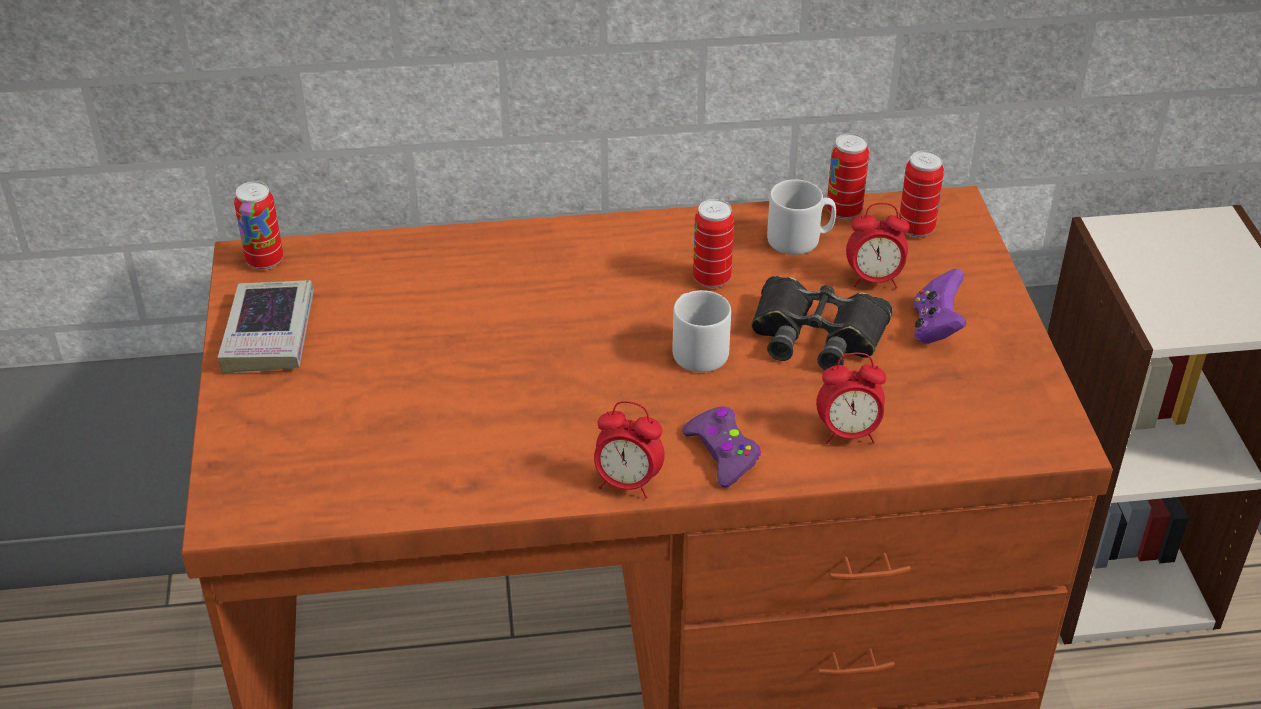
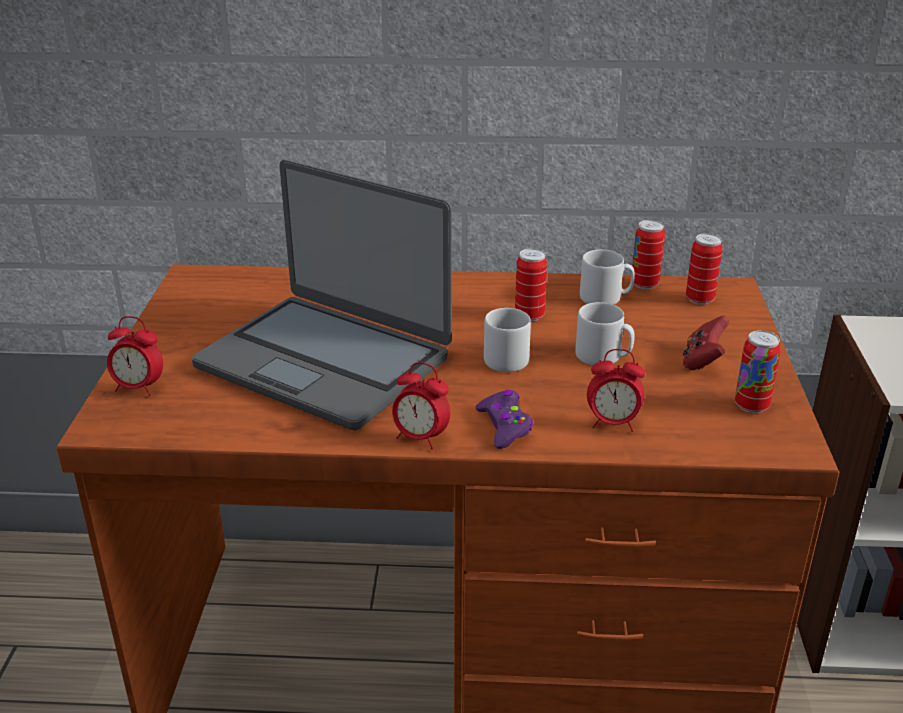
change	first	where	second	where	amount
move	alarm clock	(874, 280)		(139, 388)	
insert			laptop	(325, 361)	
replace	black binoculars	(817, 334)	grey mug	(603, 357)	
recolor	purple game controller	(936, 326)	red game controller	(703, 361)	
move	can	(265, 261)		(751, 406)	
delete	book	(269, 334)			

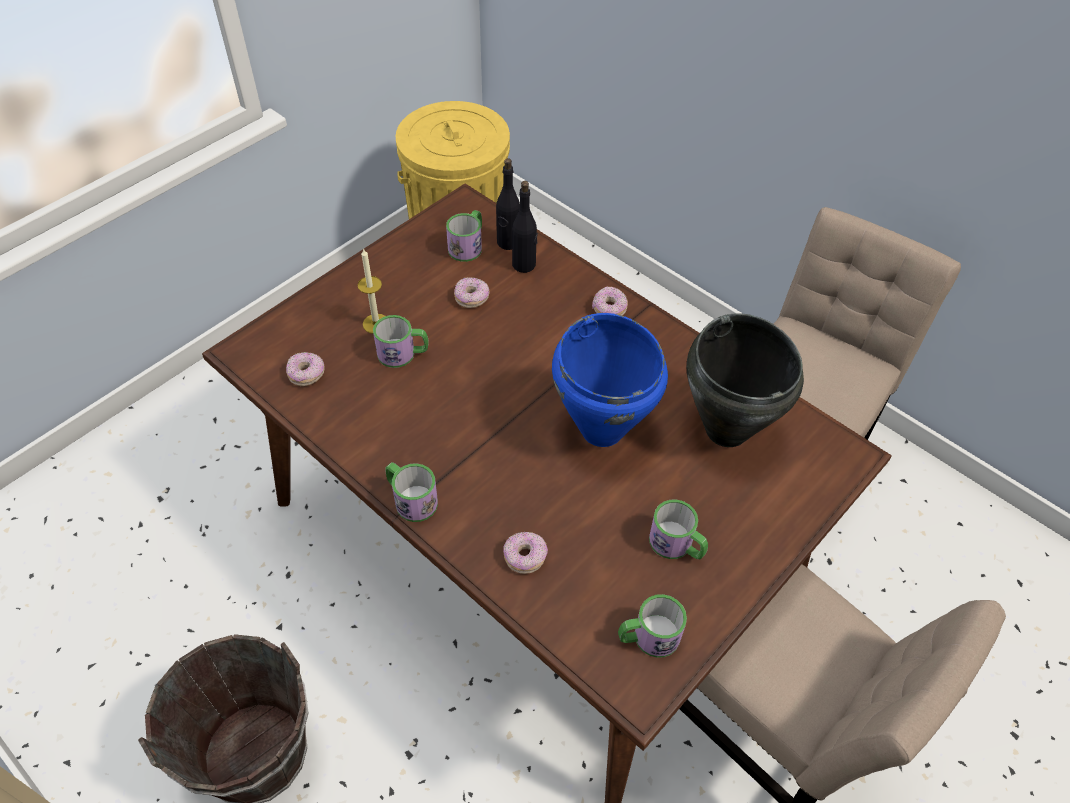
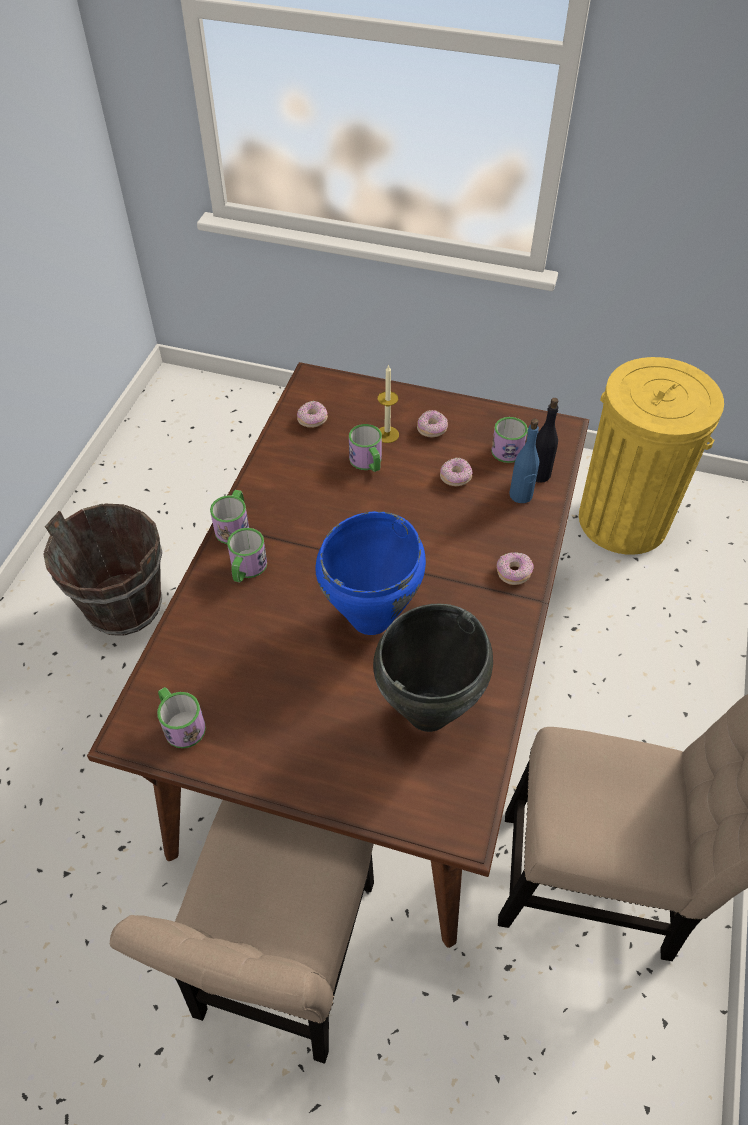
change	first	where	second	where	amount
move	mug	(677, 545)		(246, 569)	
move	donut	(525, 557)		(432, 430)	
recolor	black bottle	(524, 264)	blue bottle	(521, 495)	

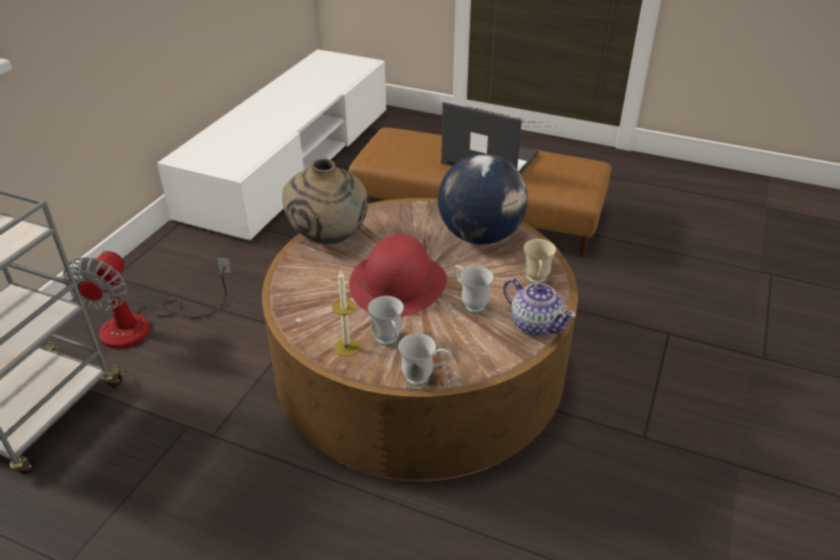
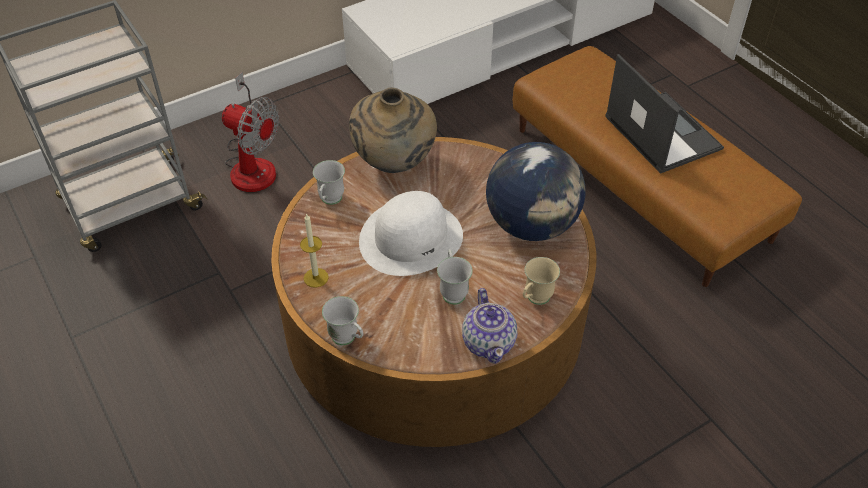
change	first	where	second	where	amount
rotate	fan	(144, 326)		(252, 164)	105 degrees counterclockwise
move	white mug	(389, 342)		(330, 201)	
recolor	red hat	(398, 283)	white hat	(411, 238)	

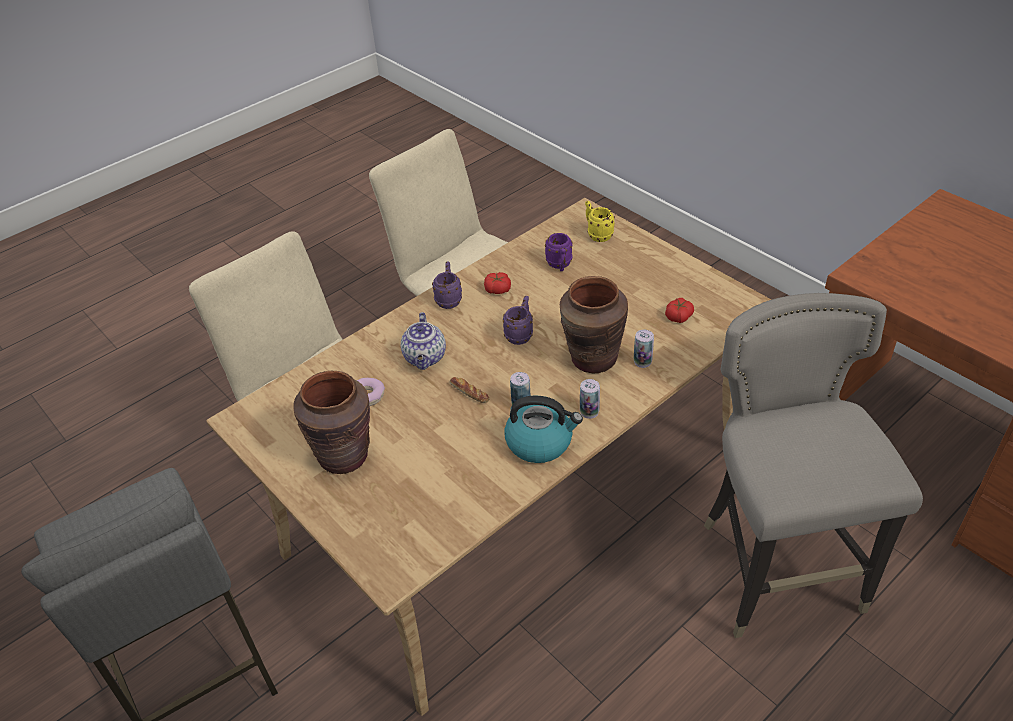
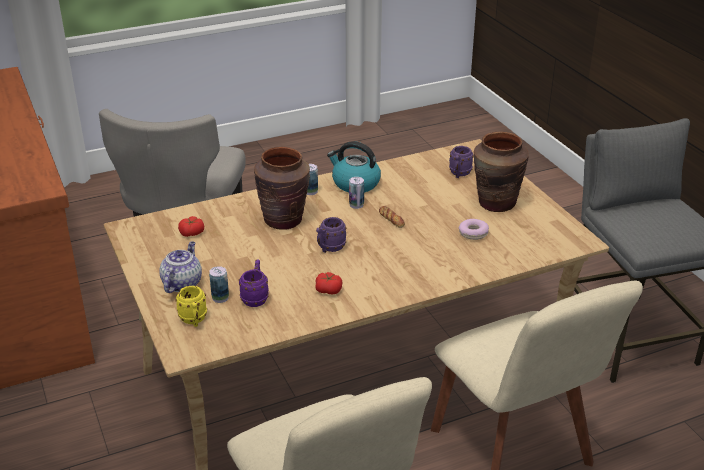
change	first	where	second	where	amount
move	teapot	(425, 358)		(182, 283)	
move	can	(642, 361)		(220, 298)	
move	purple mug	(449, 299)		(459, 174)	

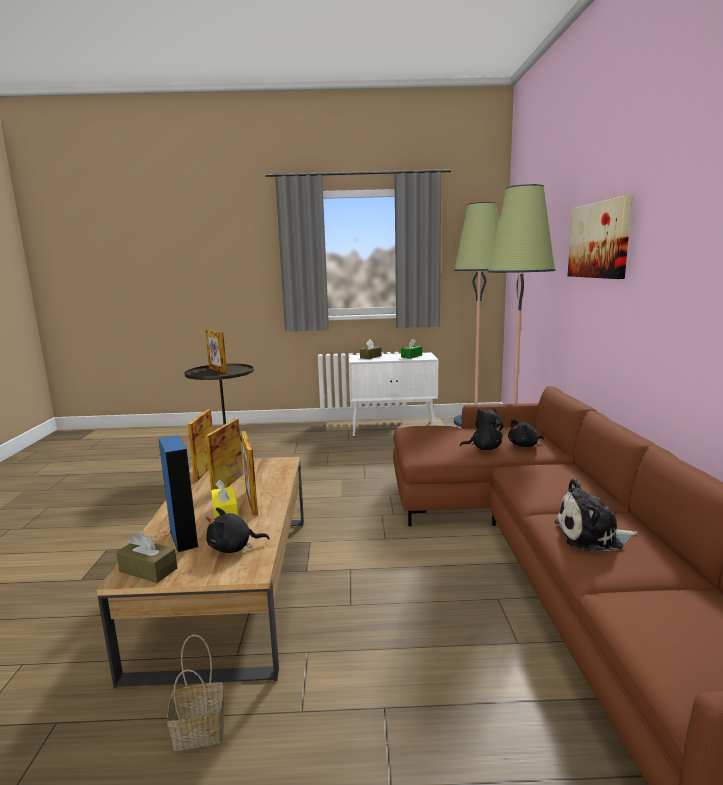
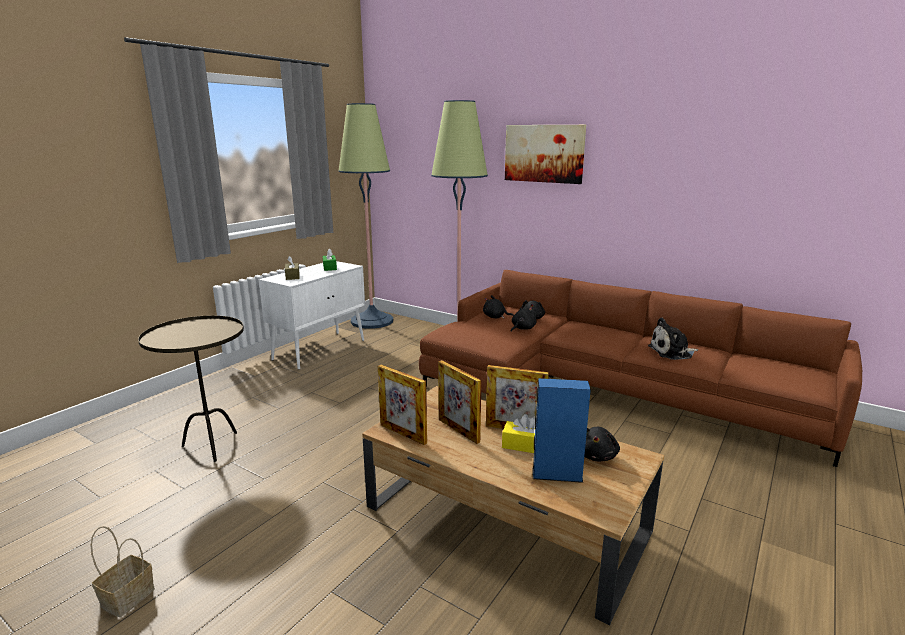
change	first	where	second	where	amount
move	basket	(201, 729)		(128, 596)	
rotate	plush toy	(592, 536)		(672, 352)	45 degrees clockwise
delete	brown tissue box	(148, 570)			
delete	picture frame	(217, 370)			

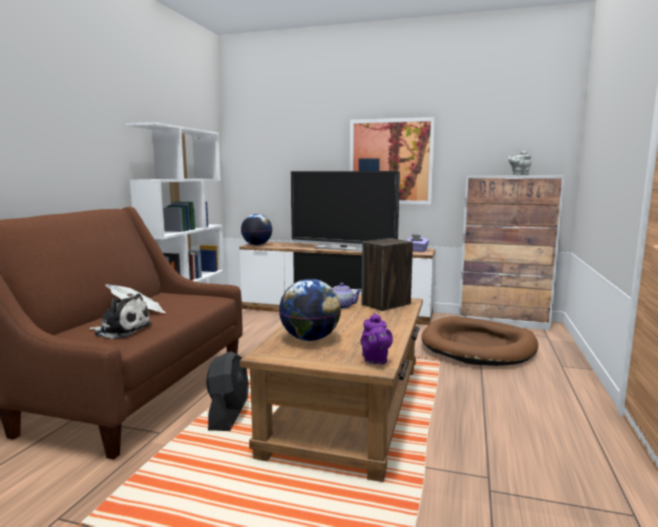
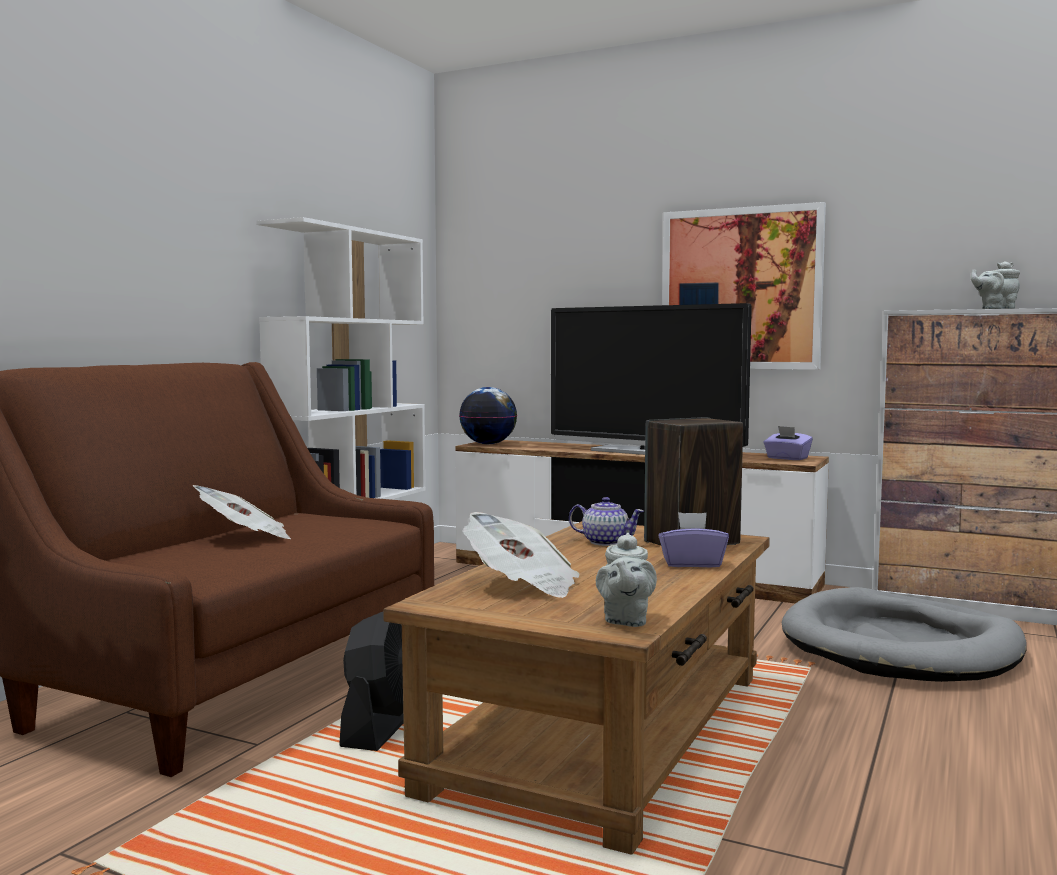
change	first	where	second	where	amount
replace	globe	(310, 339)	newspaper	(522, 585)	
recolor	purple teapot	(375, 360)	grey teapot	(625, 620)	
insert			purple tissue box	(692, 563)	
recolor	brown dog bed	(478, 346)	grey dog bed	(900, 646)	
delete	plush toy	(121, 330)			

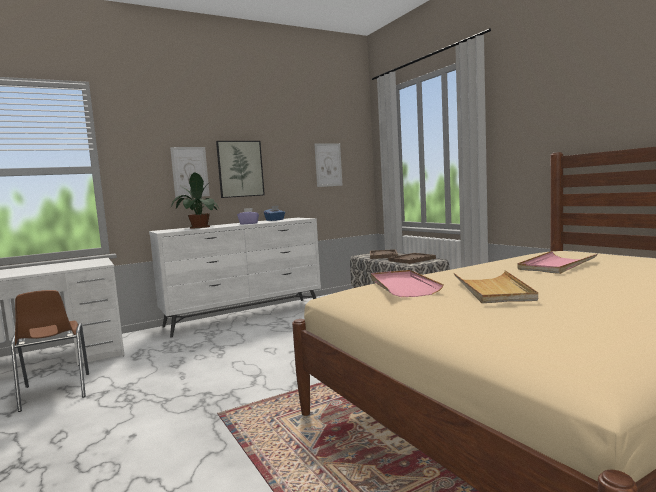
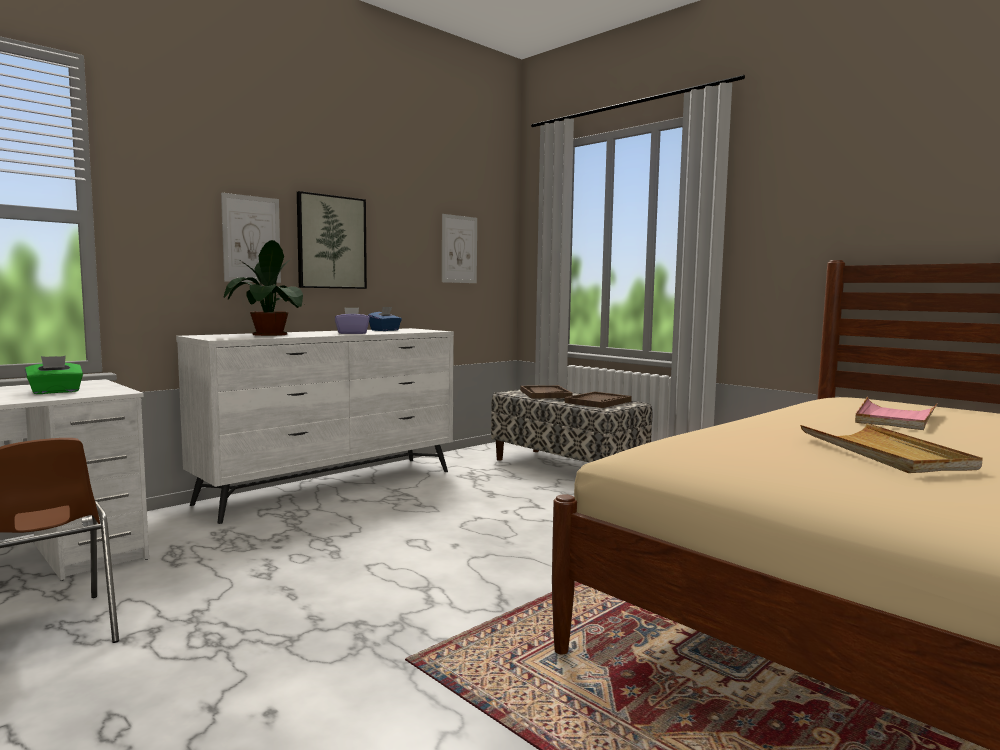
change	first	where	second	where	amount
insert			green tissue box	(55, 392)	
delete	pink tray	(402, 286)			

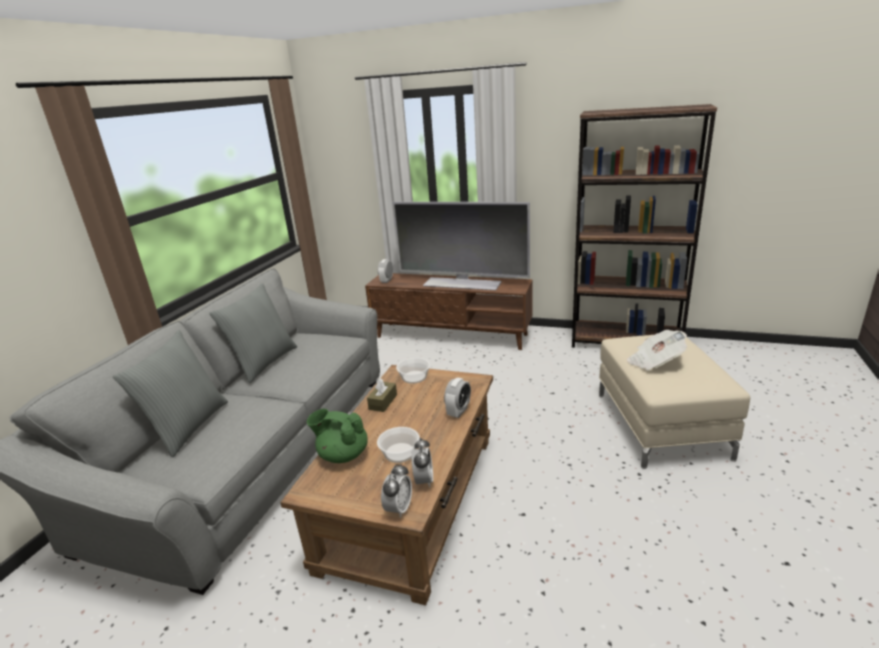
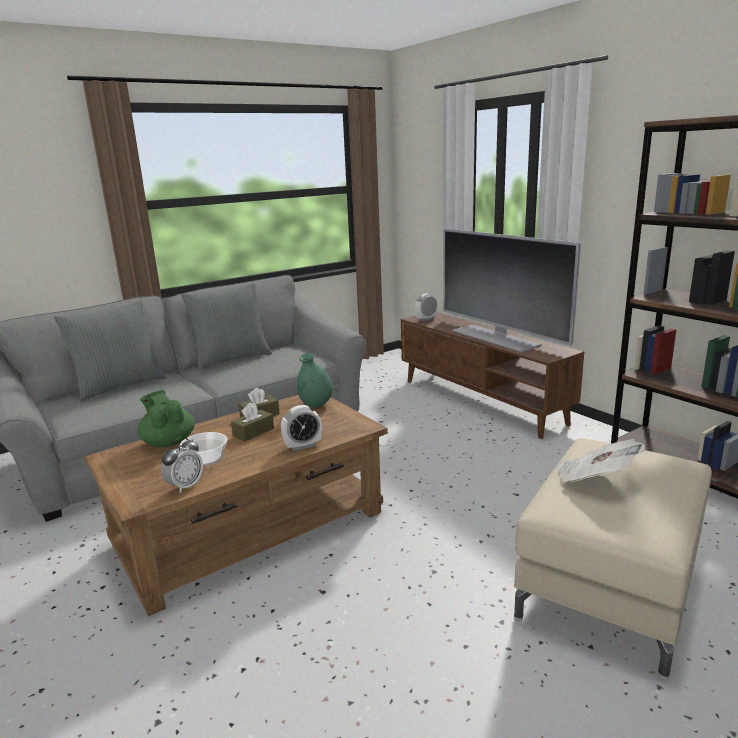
change	first	where	second	where	amount
insert			brown tissue box	(253, 432)	
replace	bowl	(414, 377)	green vase	(316, 405)	
delete	alarm clock	(399, 508)			

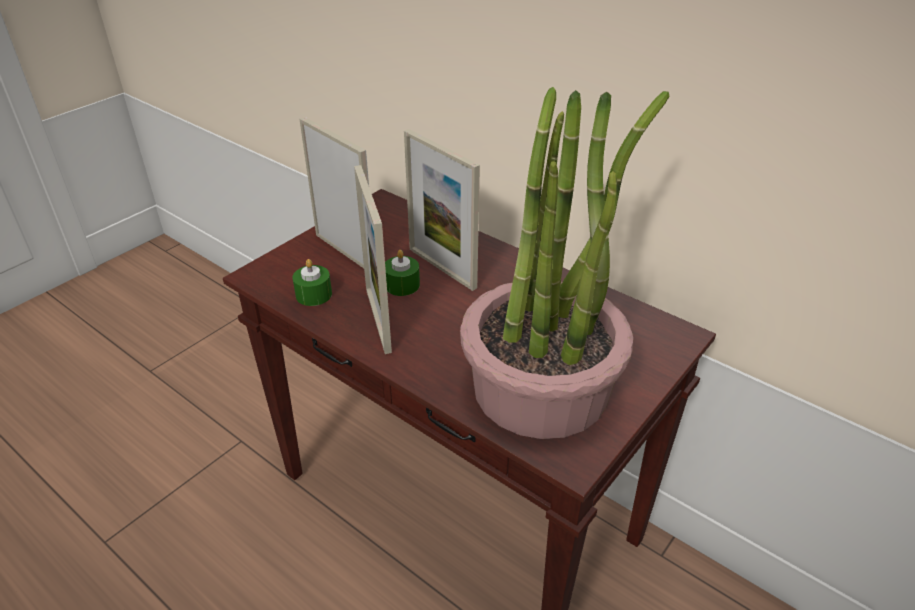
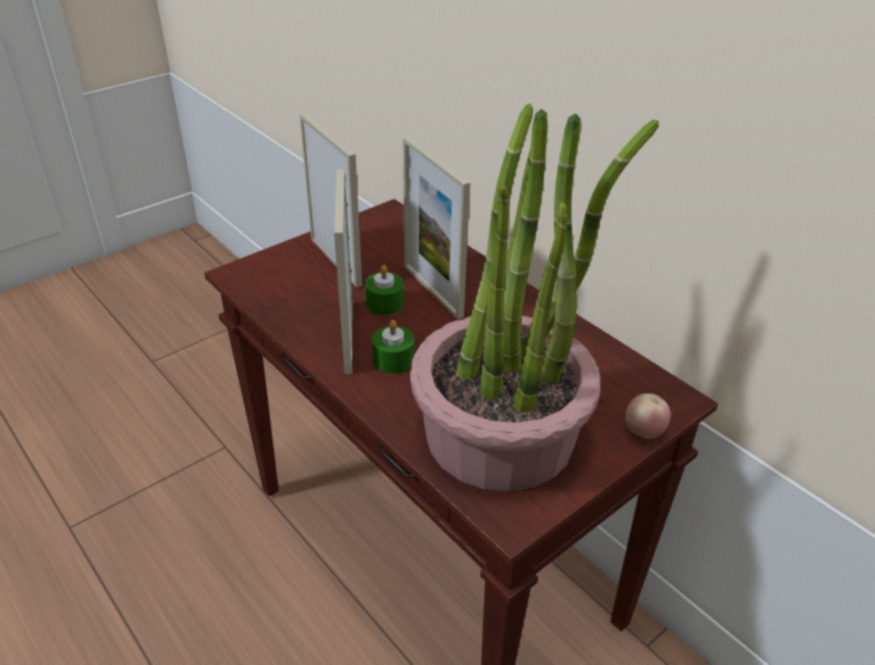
change	first	where	second	where	amount
move	green candle	(313, 294)		(393, 360)	
insert			apple	(643, 432)	

